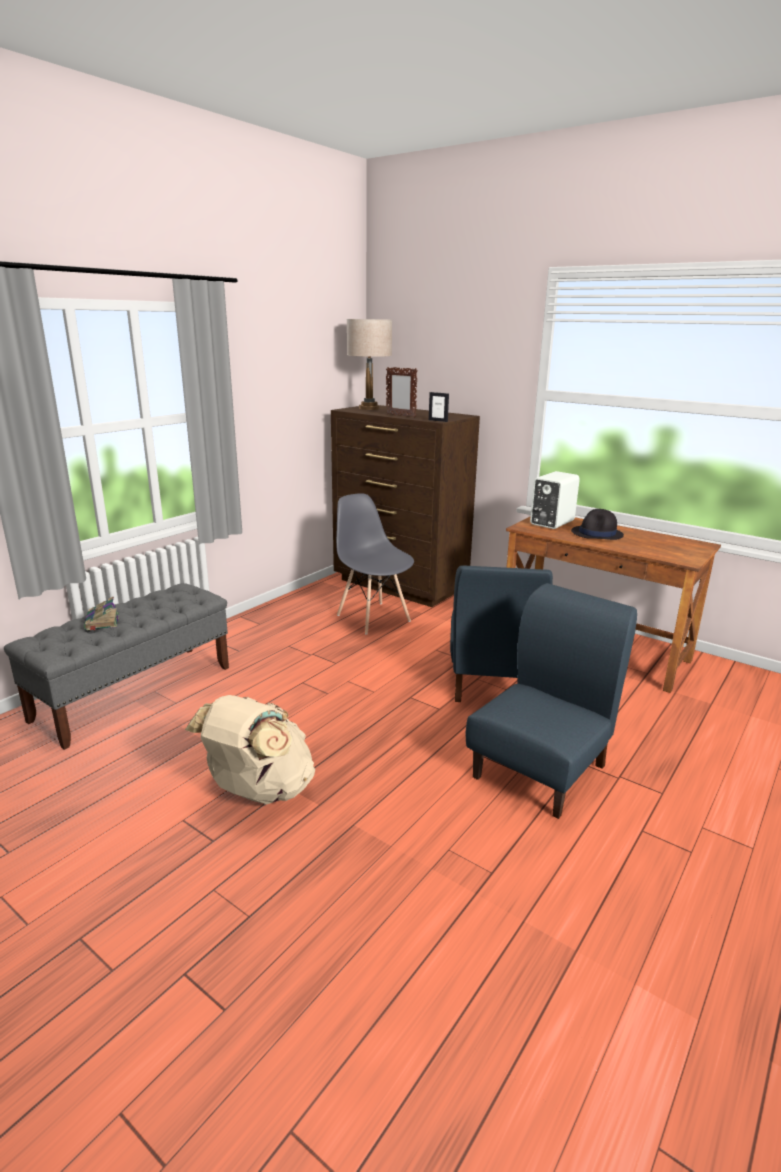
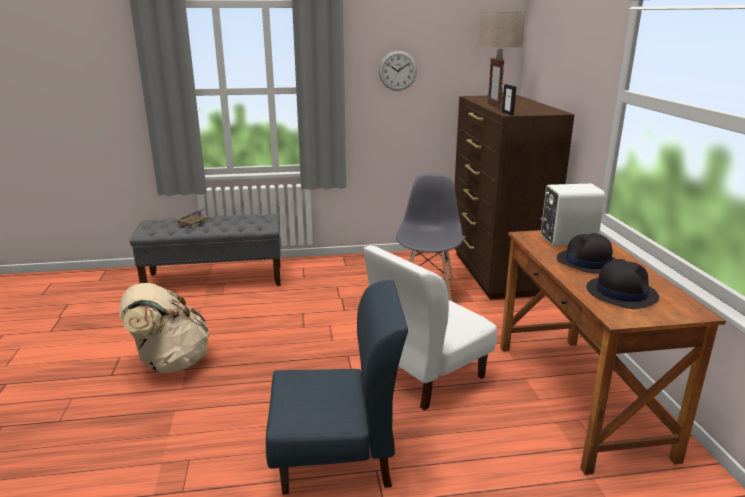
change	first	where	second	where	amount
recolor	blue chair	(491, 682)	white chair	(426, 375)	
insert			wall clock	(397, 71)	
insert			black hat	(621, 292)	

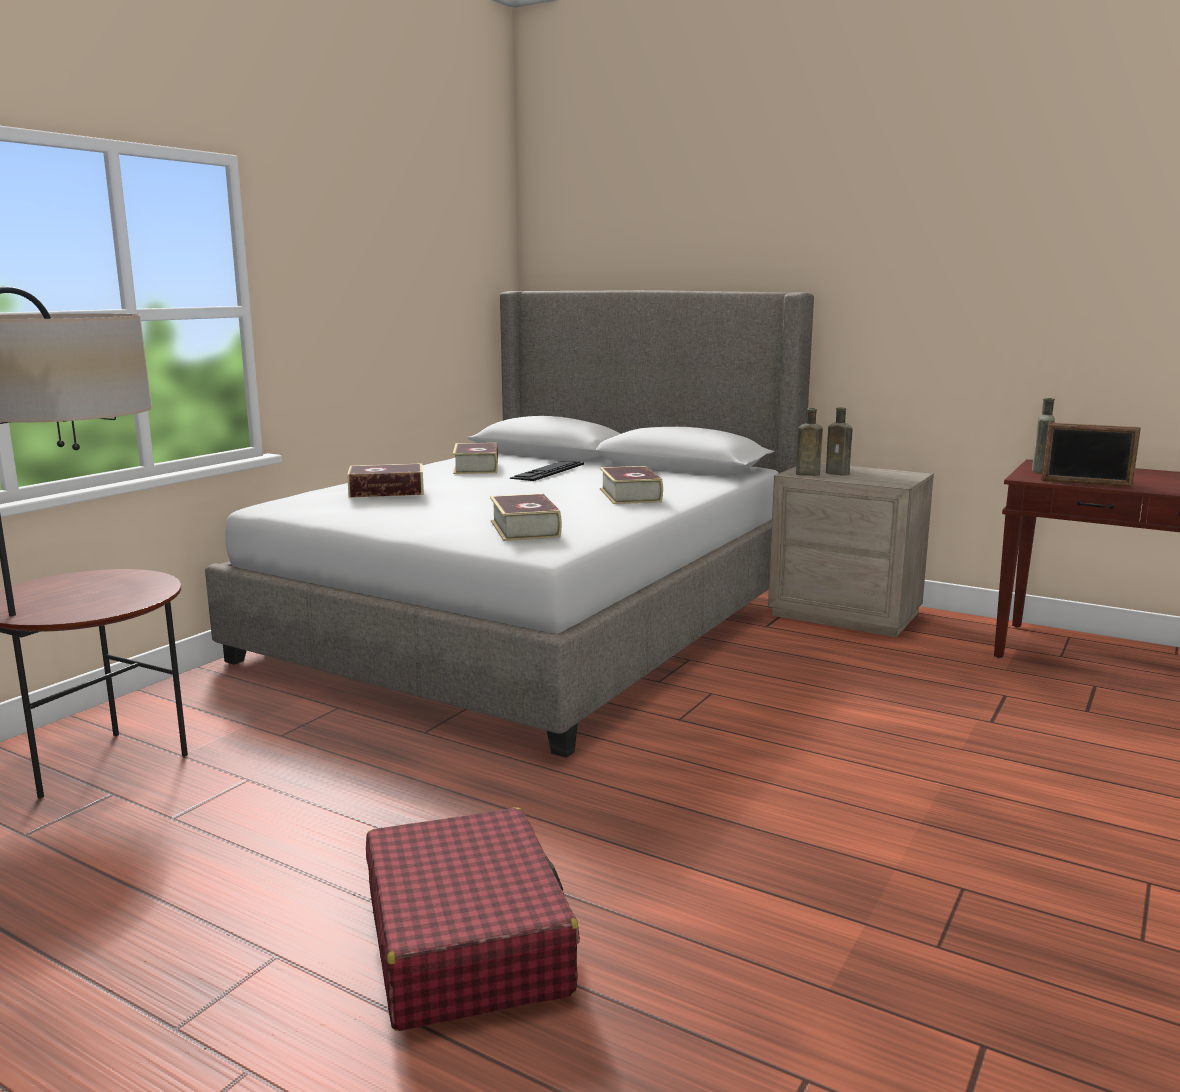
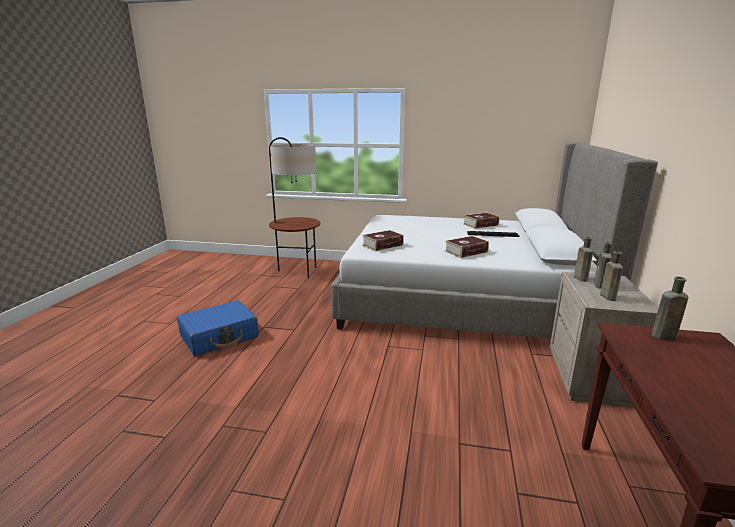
change	first	where	second	where	amount
recolor	red suitcase	(467, 942)	blue suitcase	(220, 336)	
insert			brown bottle	(607, 296)	
delete	book	(387, 491)			
delete	picture frame	(1086, 483)			

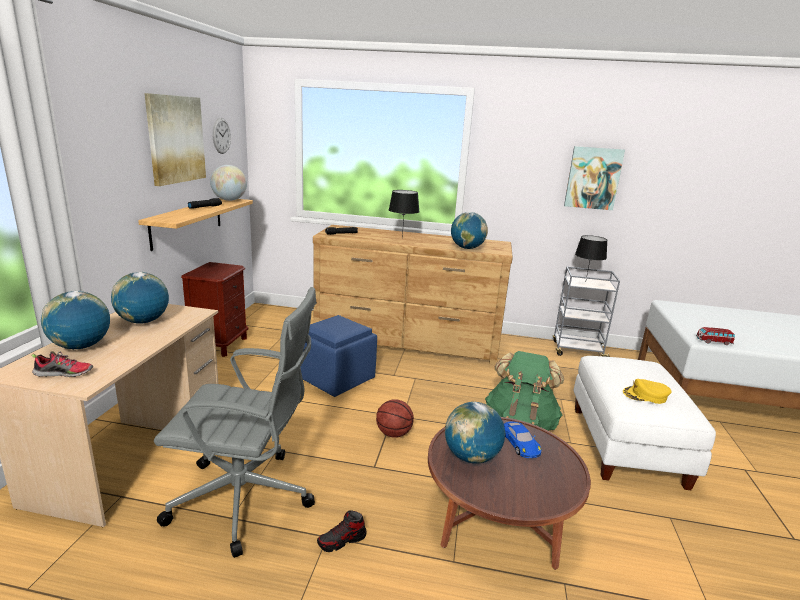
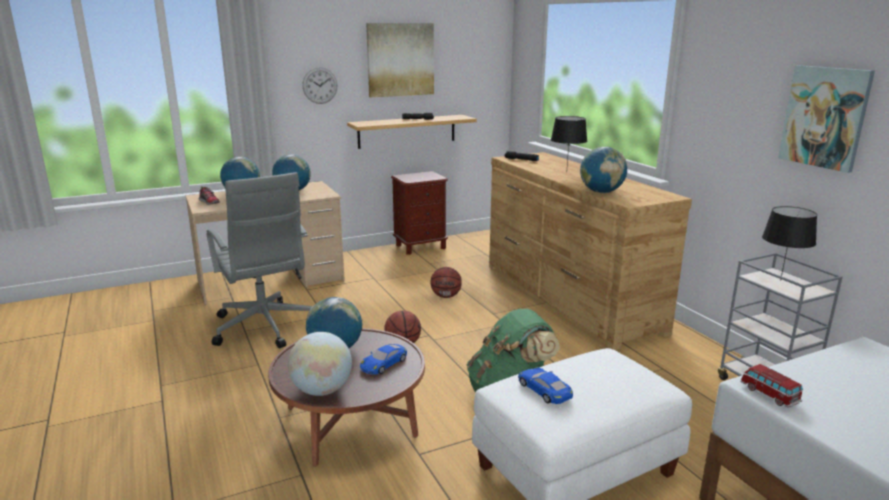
change	first	where	second	where	amount
move	globe	(229, 200)		(322, 390)	
move	wall clock	(221, 135)		(320, 85)	
replace	blue ottoman	(336, 378)	basketball	(446, 296)	
replace	yellow cap	(645, 395)	blue toy car	(544, 390)	
delete	shoe	(342, 540)			

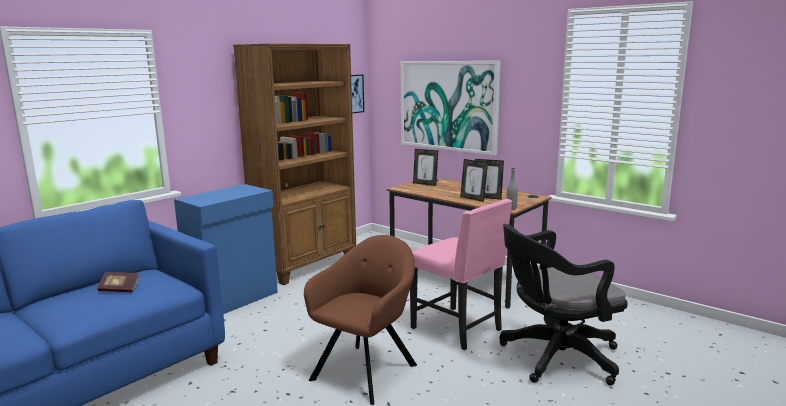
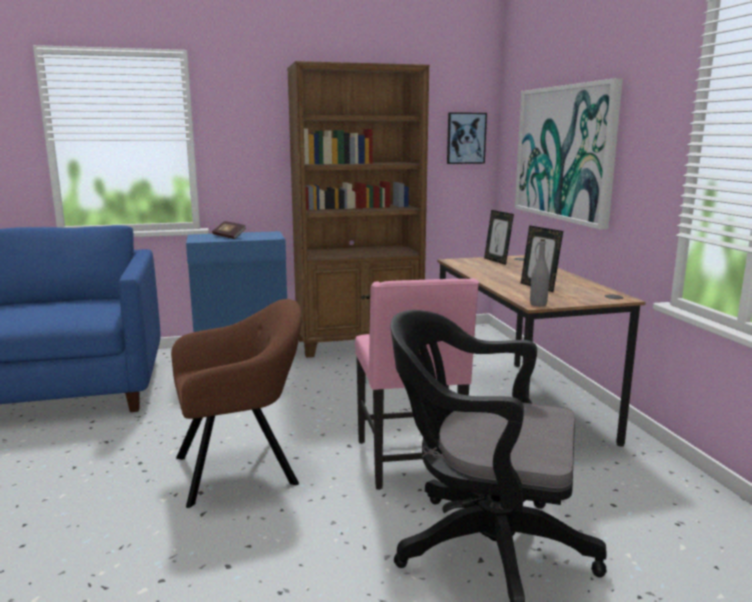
change	first	where	second	where	amount
move	book	(119, 289)		(229, 236)	
delete	picture frame	(473, 199)			

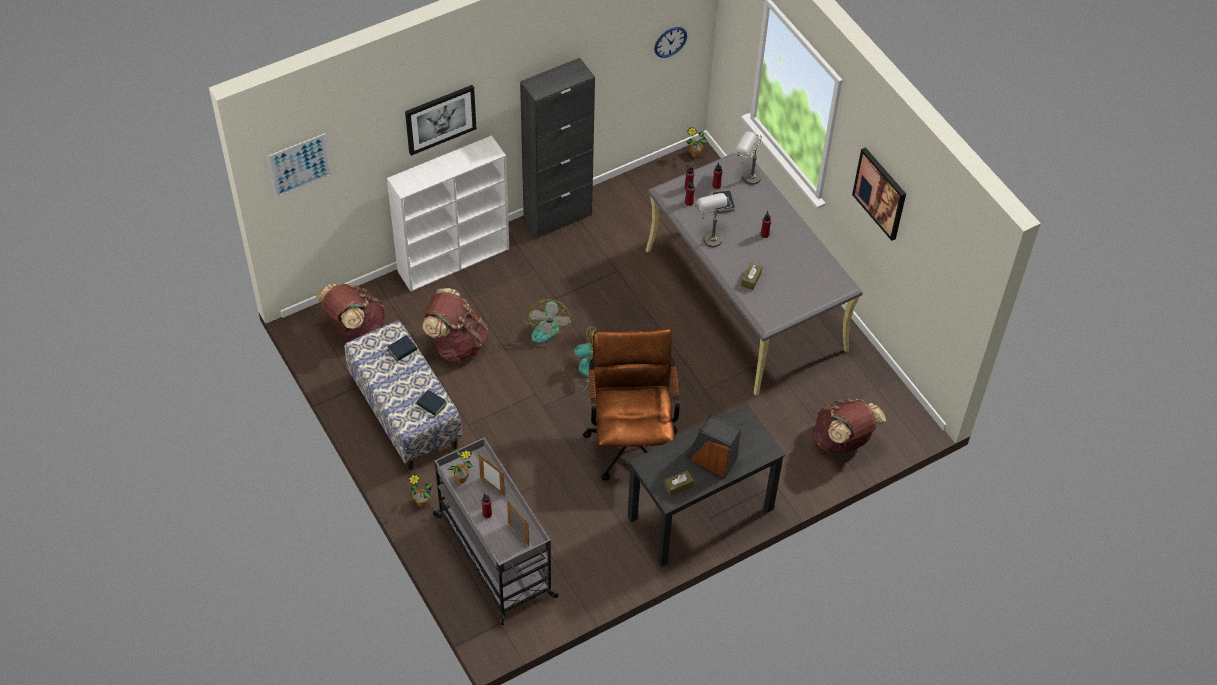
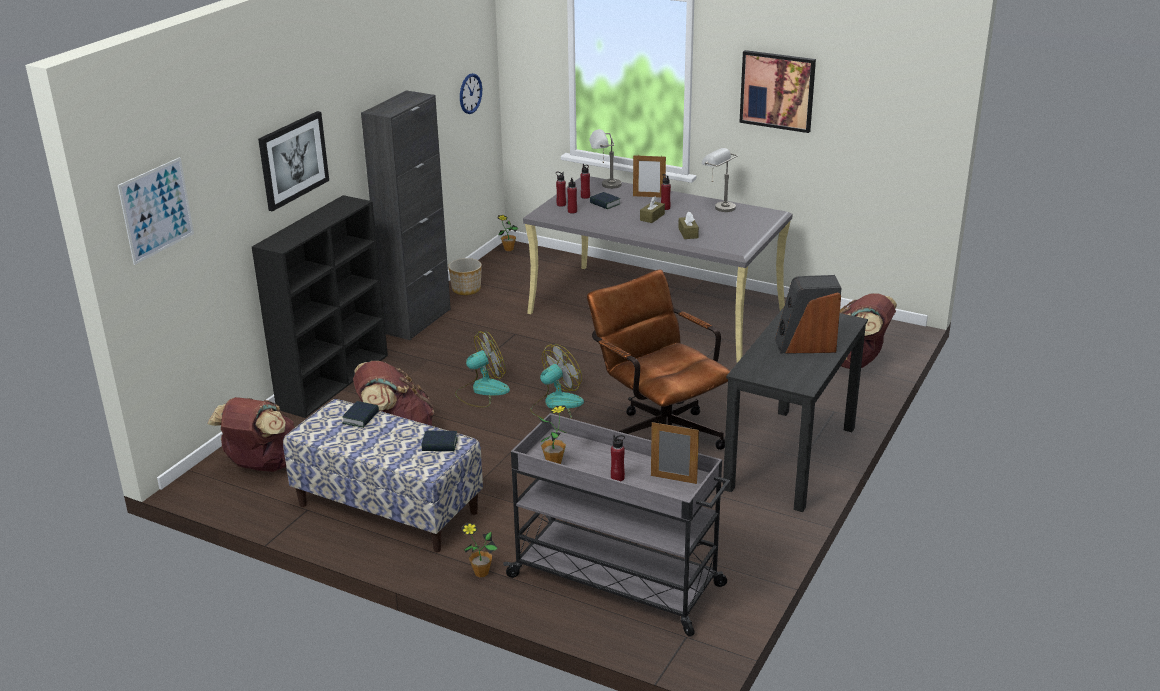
change	first	where	second	where	amount
recolor	white bookcase	(454, 259)	black bookcase	(334, 380)	
insert			planter	(466, 289)	
rotate	fan	(546, 326)		(482, 391)	90 degrees counterclockwise
move	picture frame	(492, 486)		(649, 196)	
move	brown tissue box	(678, 486)		(652, 217)	
move	grey table lamp	(710, 235)		(718, 206)	

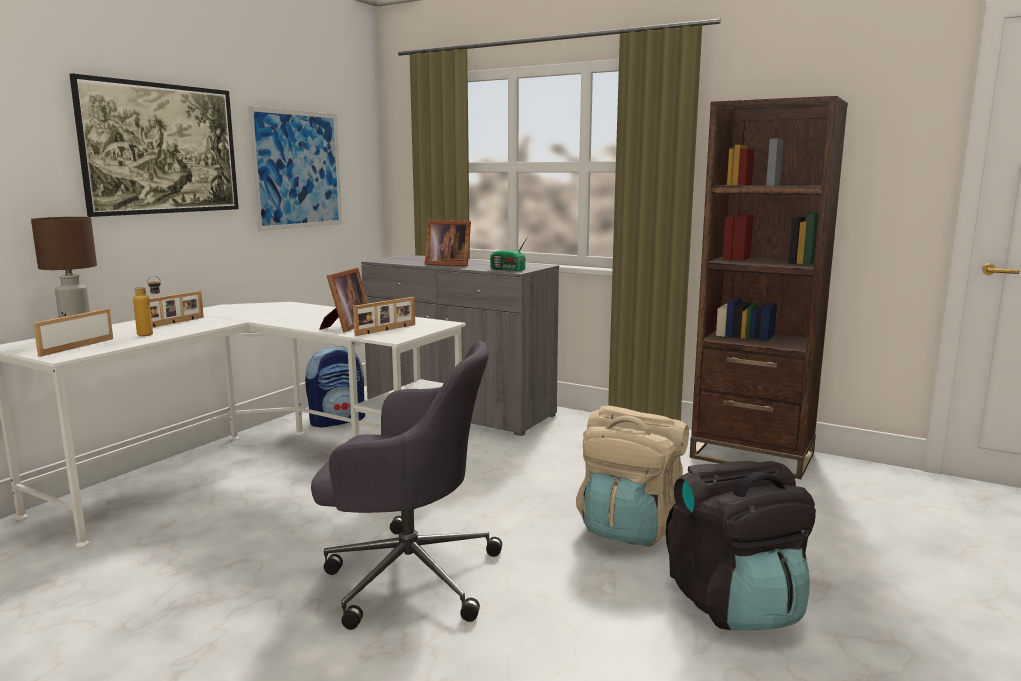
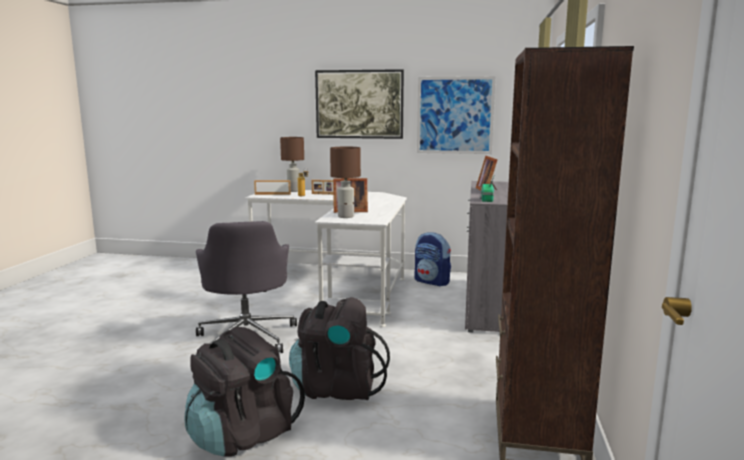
change	first	where	second	where	amount
recolor	beige backpack	(630, 526)	black backpack	(337, 388)	
replace	picture frame	(386, 330)	brown table lamp	(346, 216)	

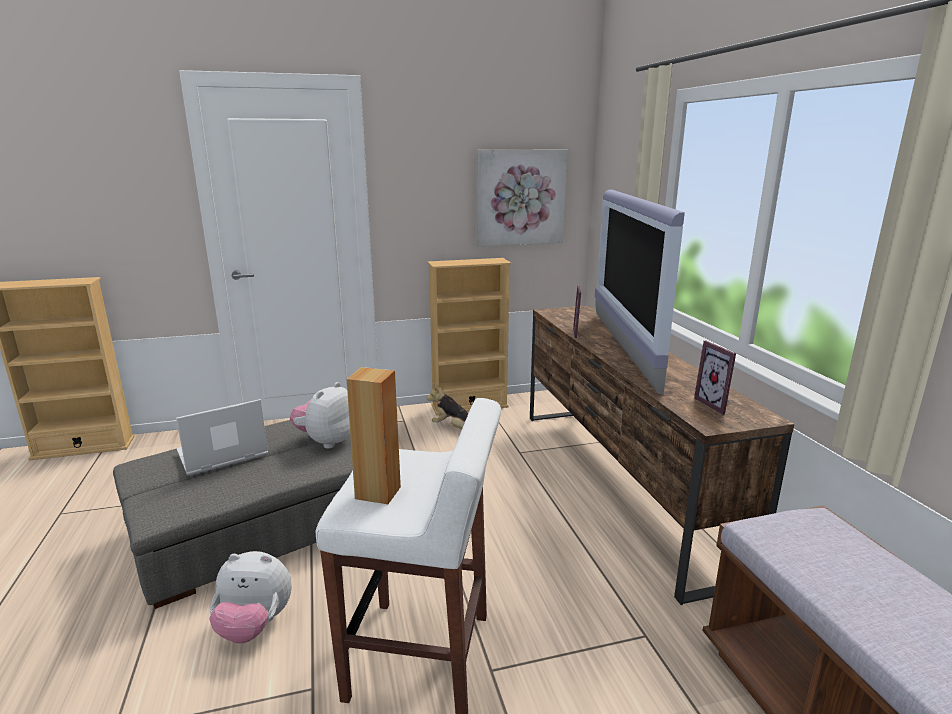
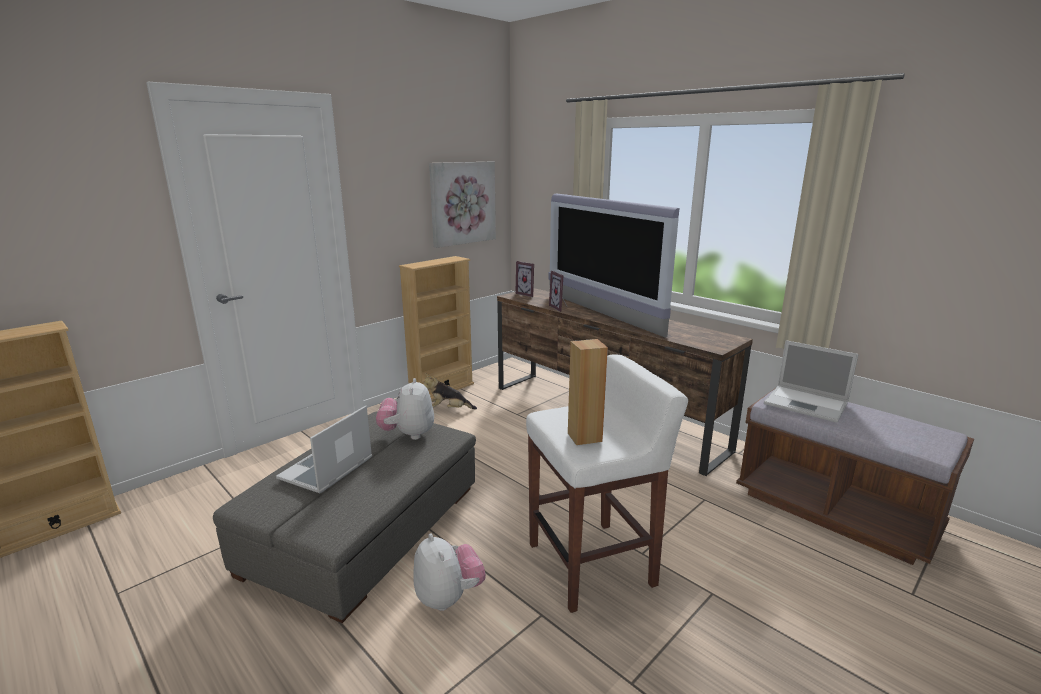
change	first	where	second	where	amount
rotate	plush toy	(254, 626)		(449, 597)	90 degrees counterclockwise
move	picture frame	(717, 404)		(527, 294)	
insert			laptop	(807, 404)	

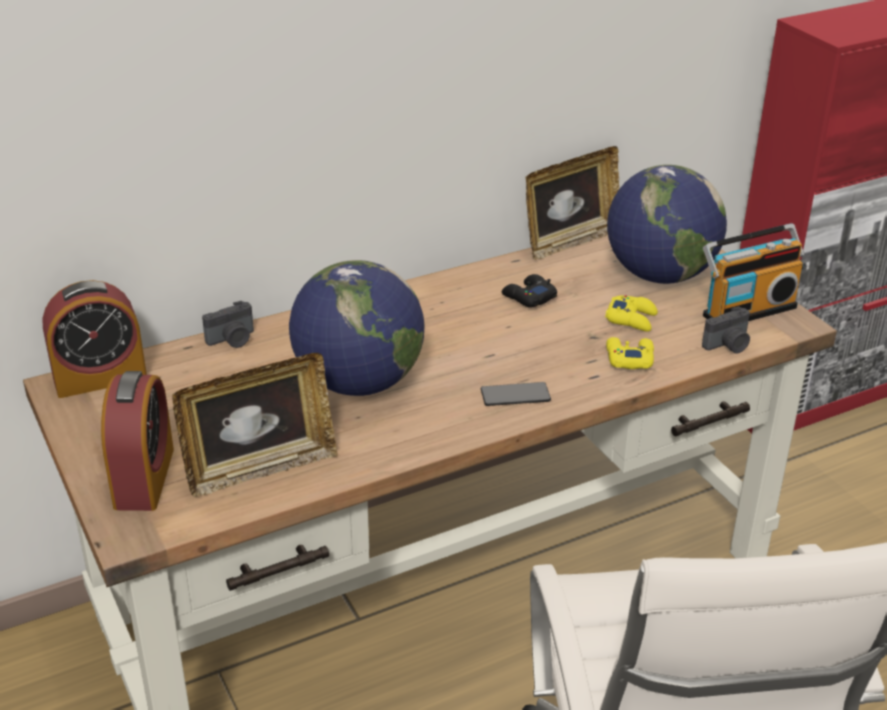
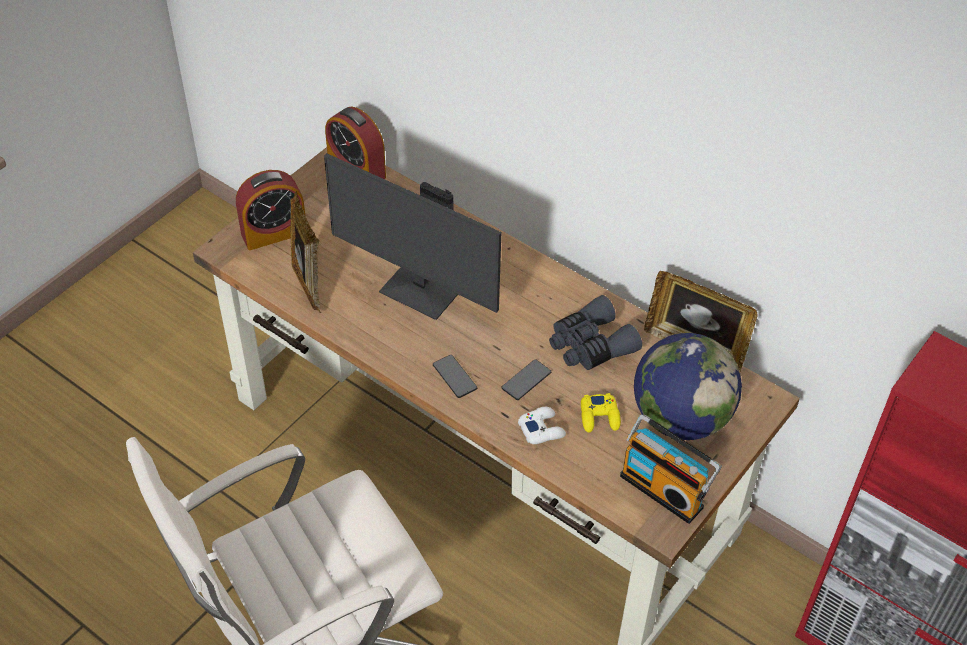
change	first	where	second	where	amount
rotate	picture frame	(260, 468)		(308, 279)	135 degrees counterclockwise
replace	globe	(358, 383)	monitor	(421, 290)	
insert			phone	(526, 380)	
recolor	yellow game controller	(629, 358)	white game controller	(541, 429)	
replace	black game controller	(528, 297)	grey binoculars	(590, 345)	
delete	photo camera	(728, 345)			

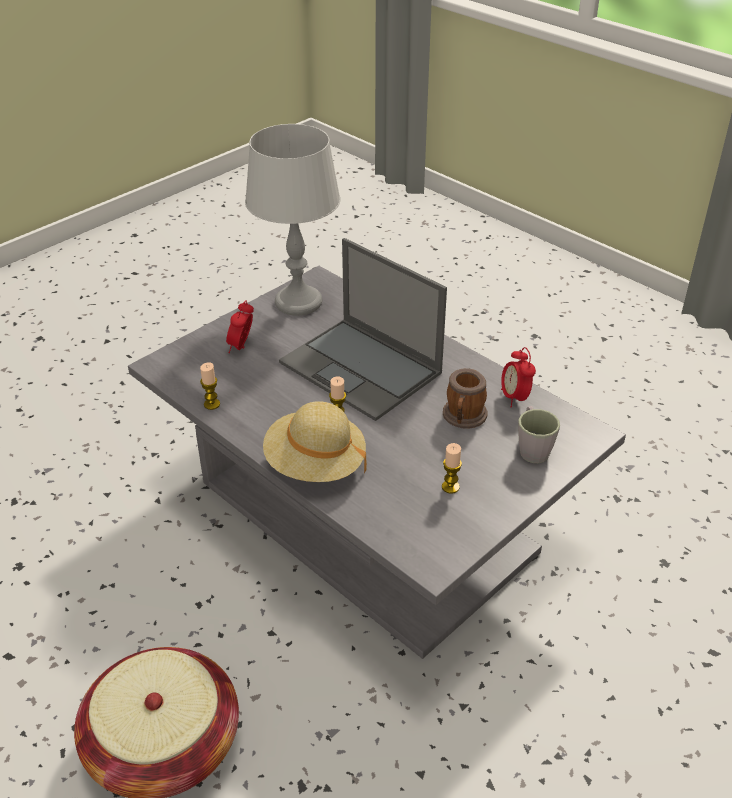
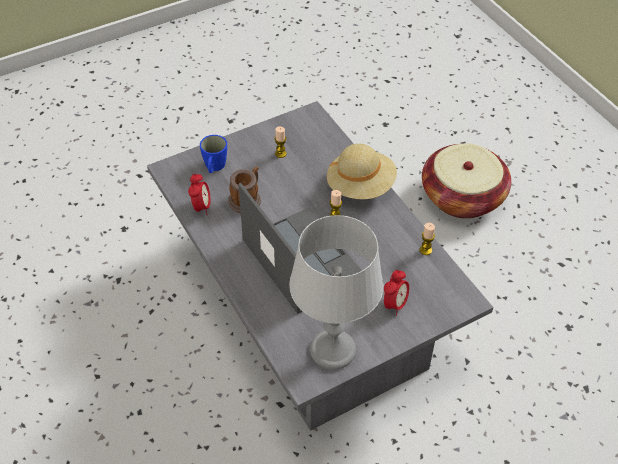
change	first	where	second	where	amount
recolor	grey mug	(532, 448)	blue mug	(214, 167)	

